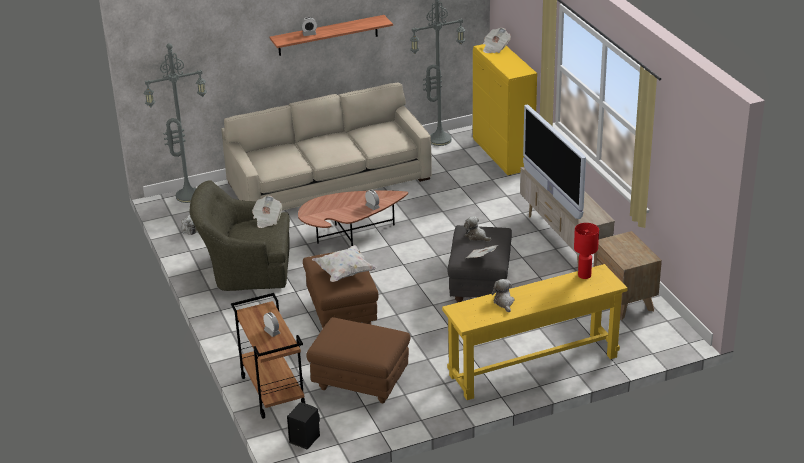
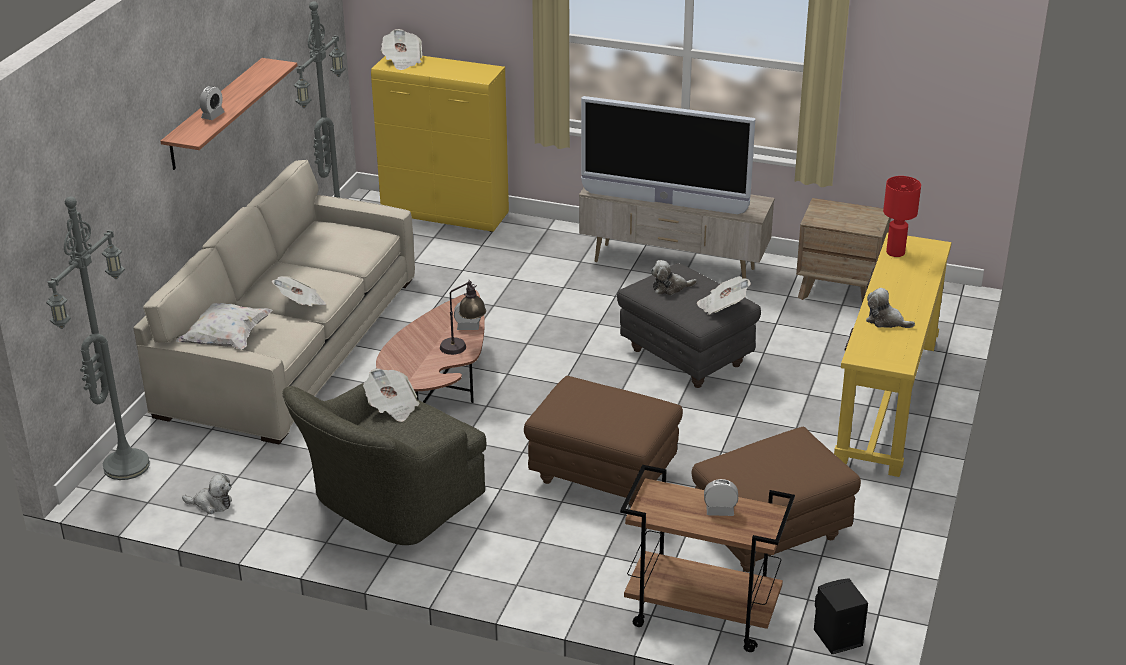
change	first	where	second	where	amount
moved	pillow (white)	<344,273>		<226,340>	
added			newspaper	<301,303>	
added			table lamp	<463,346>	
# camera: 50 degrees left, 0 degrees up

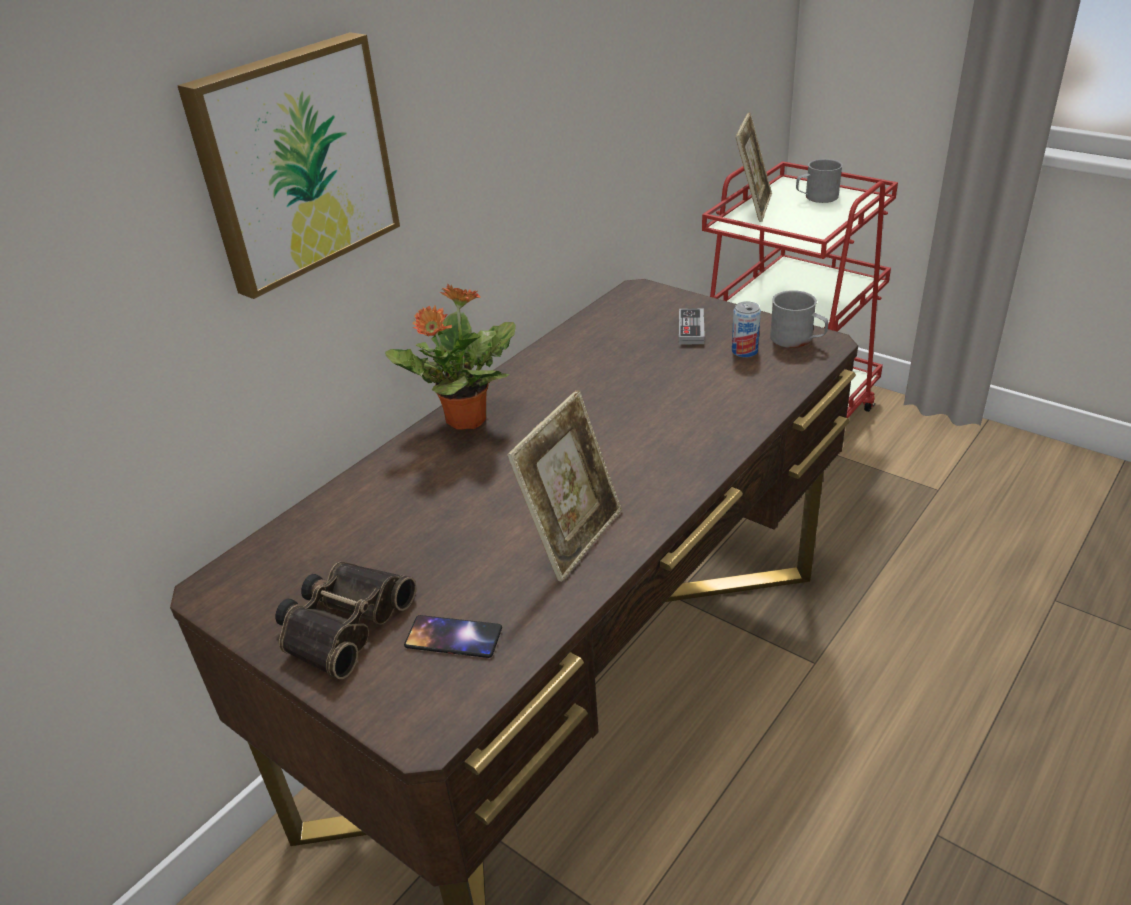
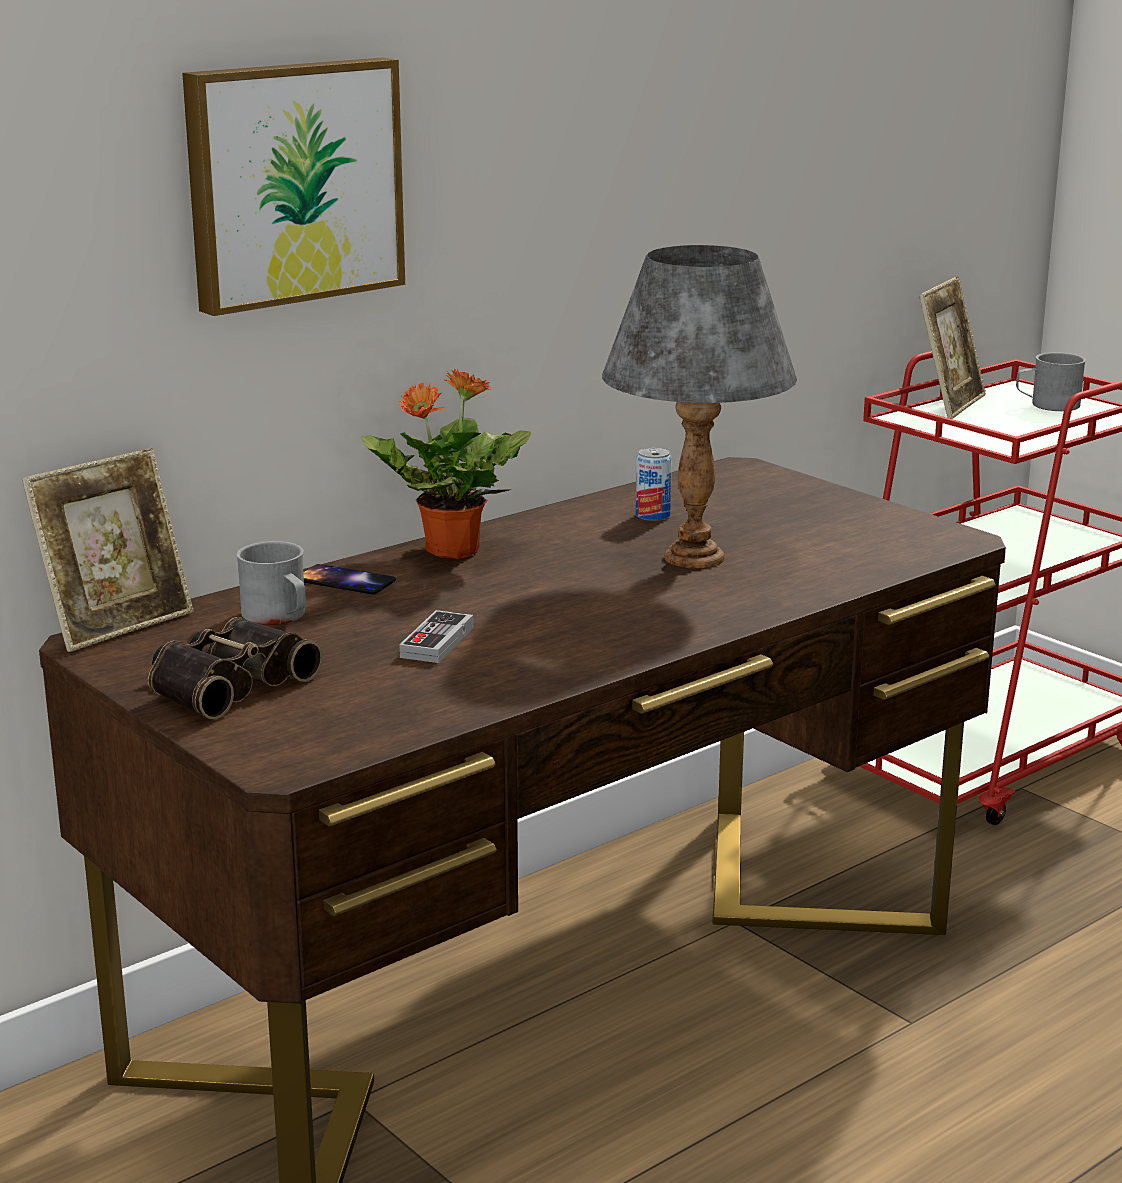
change	first	where	second	where	amount
moved	mug (grey)	<797,340>		<279,617>	
moved	can	<744,351>		<653,515>	
moved	game controller	<691,329>		<437,642>	
moved	picture frame	<572,537>		<117,625>	
moved	phone	<453,637>		<345,581>	
added			table lamp (grey)	<693,557>	
# camera: 10 degrees right, 15 degrees down

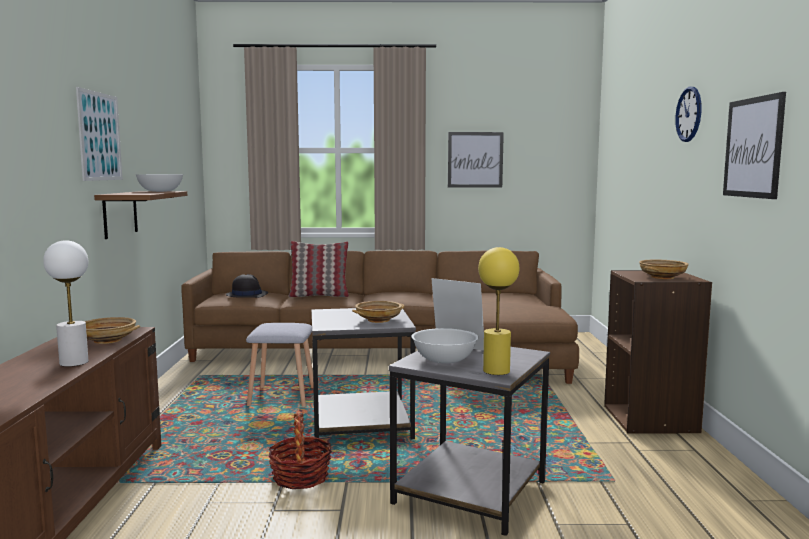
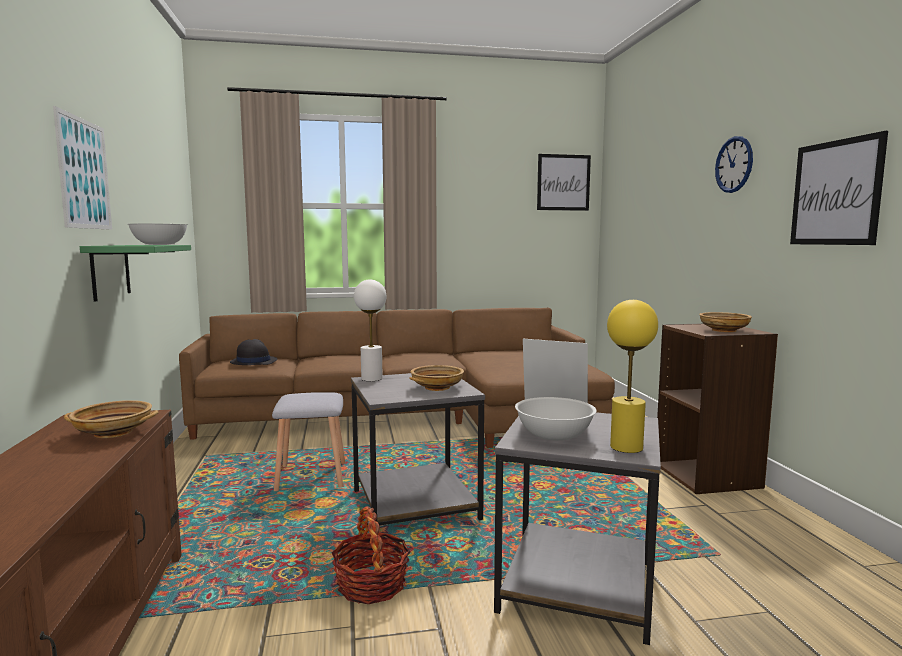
change	first	where	second	where	amount
moved	picture	<475,160>		<563,182>	
recoloured	shelf (brown)	<120,214>	shelf (green)	<110,271>	
moved	table lamp (white)	<73,362>		<371,378>	
removed	pillow	<319,295>			
# camera: 10 degrees left, 0 degrees up

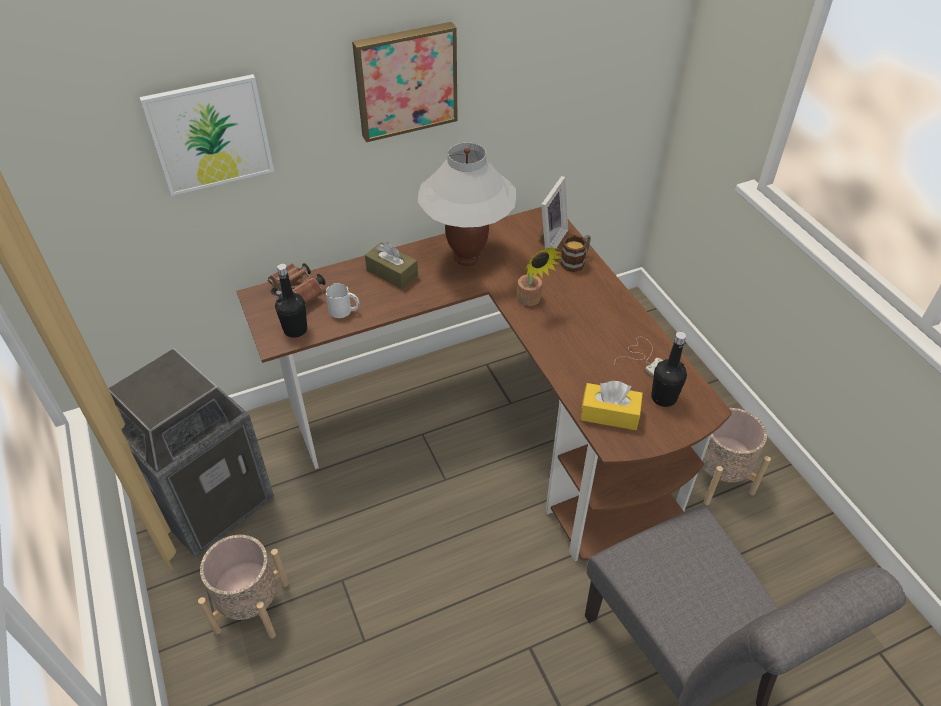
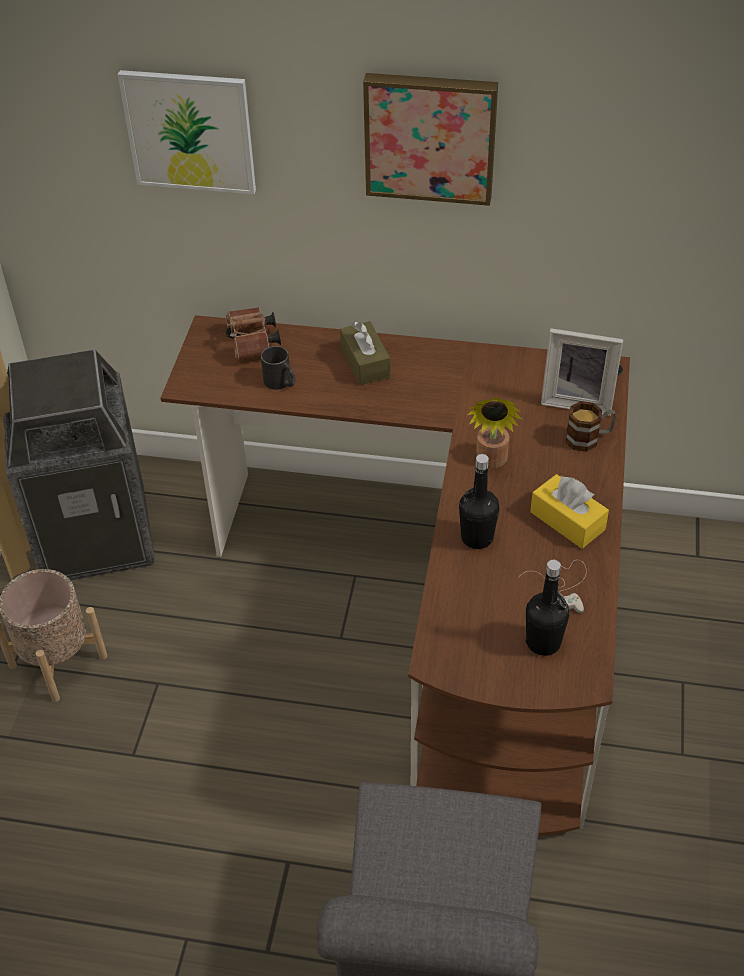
change	first	where	second	where	amount
removed	table lamp (white)	<467,258>			
turned	picture frame	<548,241>		<577,400>	45 degrees clockwise
moved	bottle (black)	<295,330>		<477,537>	
recoloured	mug (white)	<344,311>	mug (black)	<281,383>	
moved	tissue box (yellow)	<609,414>		<567,521>	
removed	planter (beige)	<718,477>			
# camera: 35 degrees right, 0 degrees up

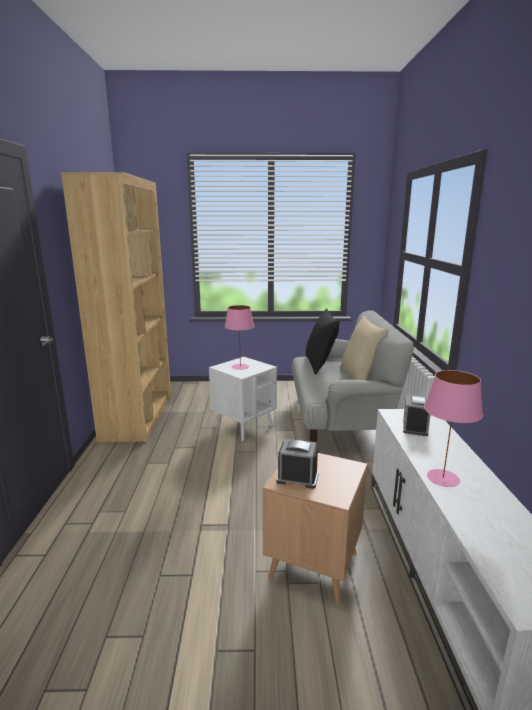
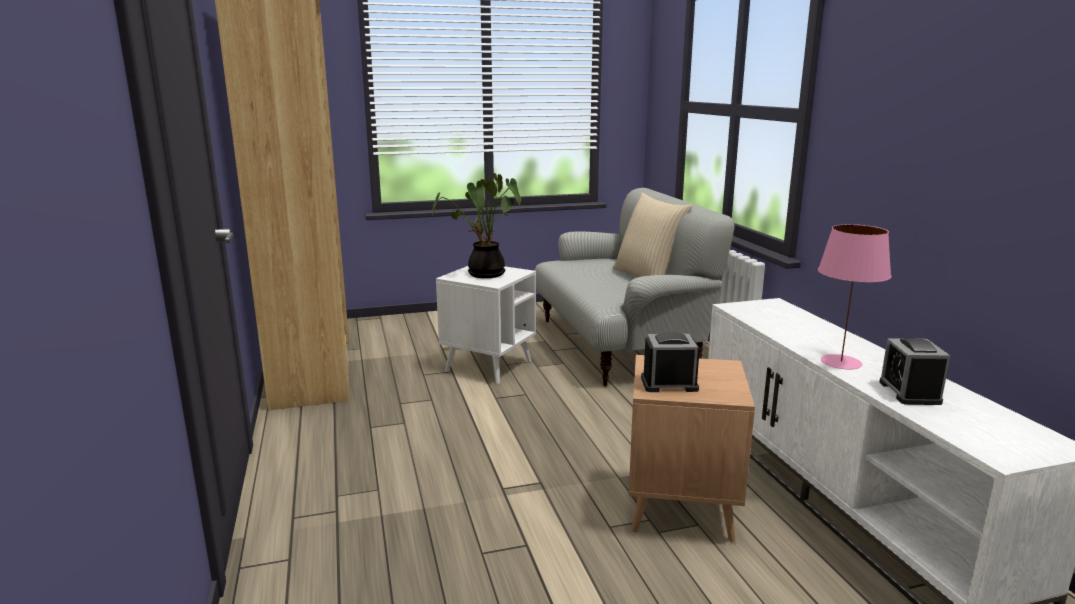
change	first	where	second	where	amount
replaced	table lamp (pink)	<240,367>	potted plant	<483,274>	
removed	pillow (black)	<320,364>			
moved	alarm clock	<415,427>		<909,392>	
# camera: 15 degrees left, 0 degrees up

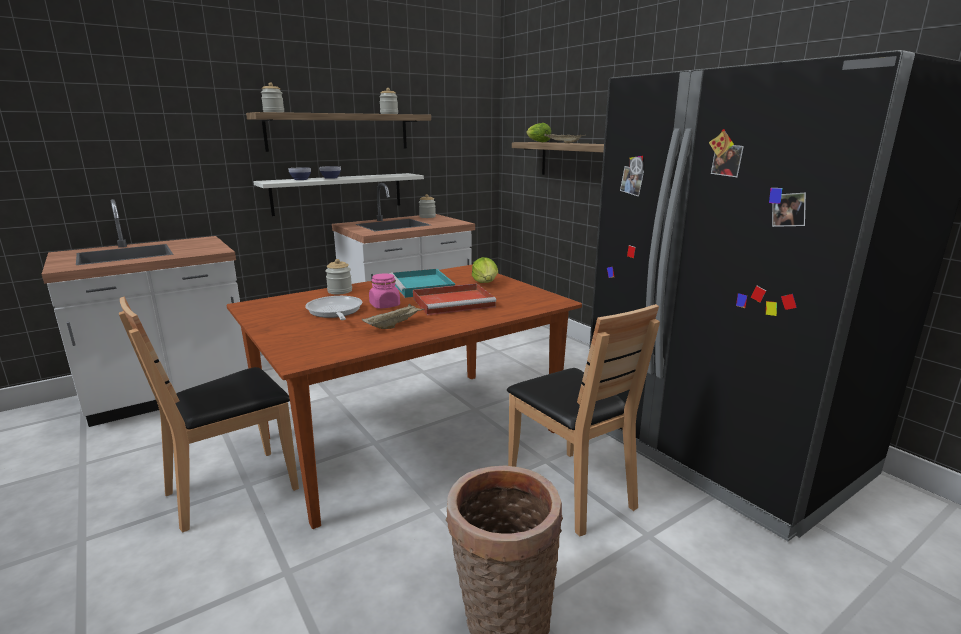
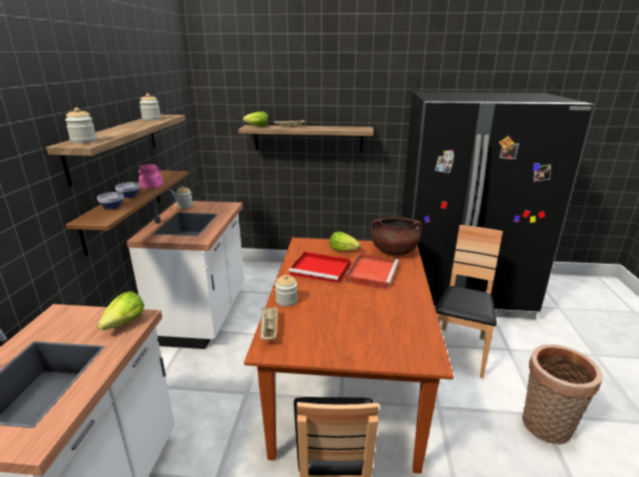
change	first	where	second	where	amount
recoloured	shelf (white)	<338,193>	shelf (brown)	<124,208>	
recoloured	tray (turquoise)	<422,286>	tray (red)	<321,270>	
moved	jar (pink)	<385,305>		<152,186>	
removed	frying pan	<335,312>			
moved	tray (beige)	<394,325>		<269,330>	
turned	chair (brown)	<571,490>		<458,351>	75 degrees counterclockwise
added			cooking pot (brown)	<394,251>	
added			lettuce	<125,323>	
# camera: 50 degrees left, 5 degrees up

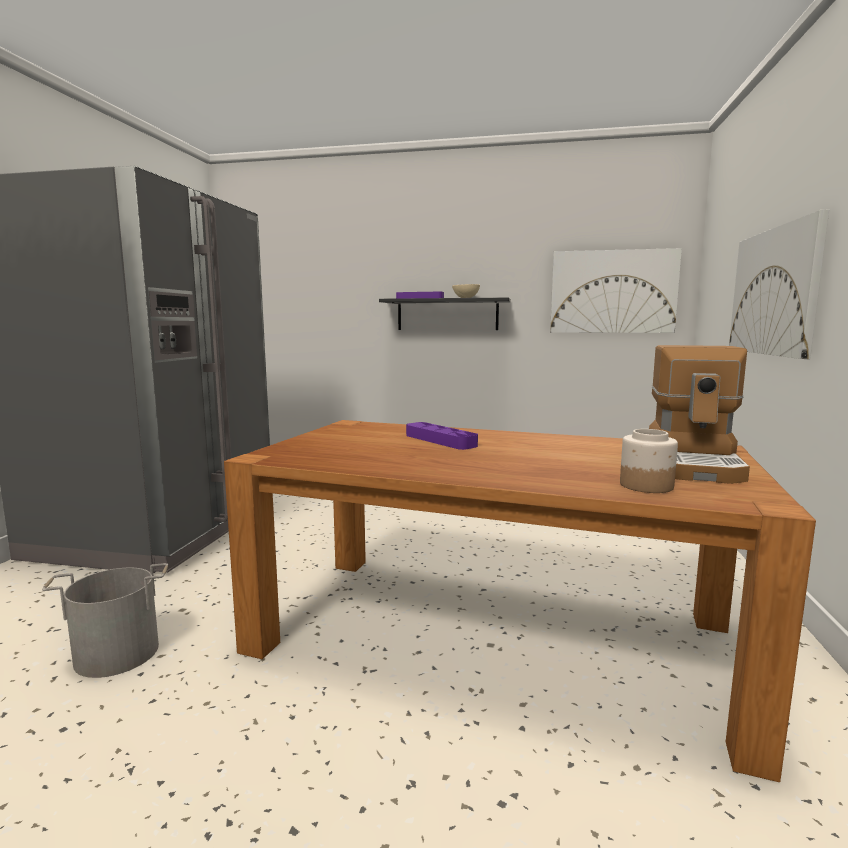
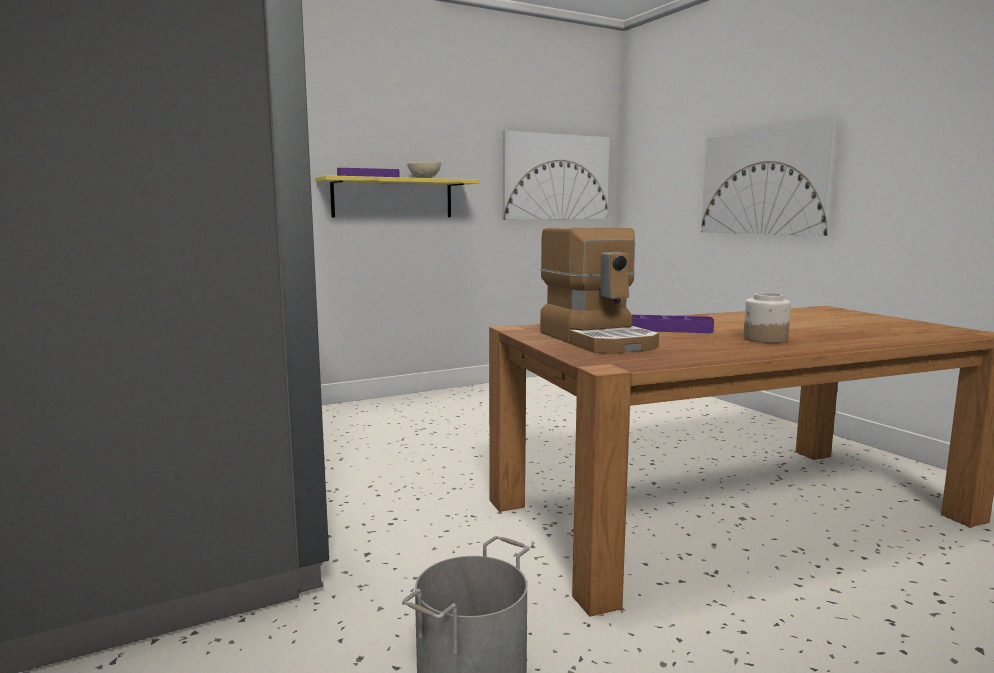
change	first	where	second	where	amount
recoloured	shelf (black)	<447,314>	shelf (yellow)	<393,198>	
moved	coffee machine	<694,463>		<599,340>	
moved	jar	<645,485>		<765,339>	
# camera: 40 degrees left, 0 degrees up

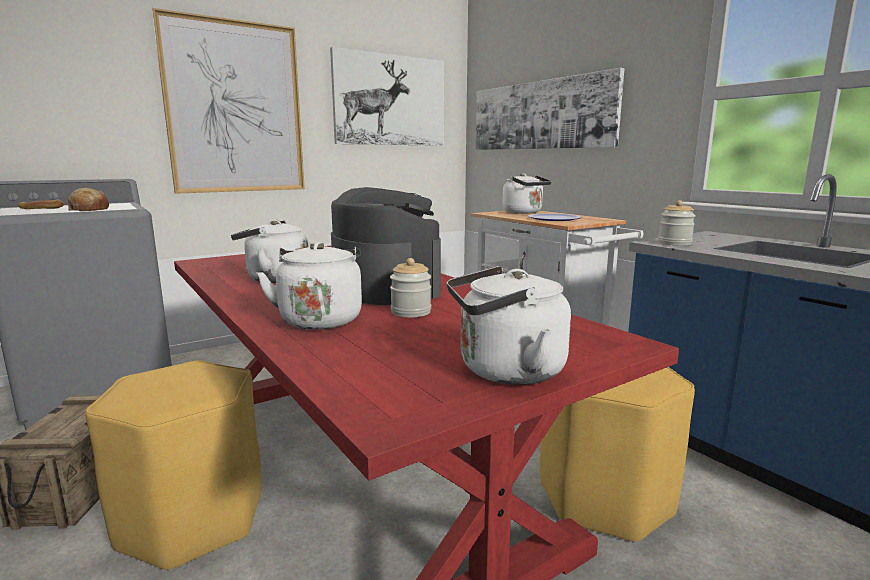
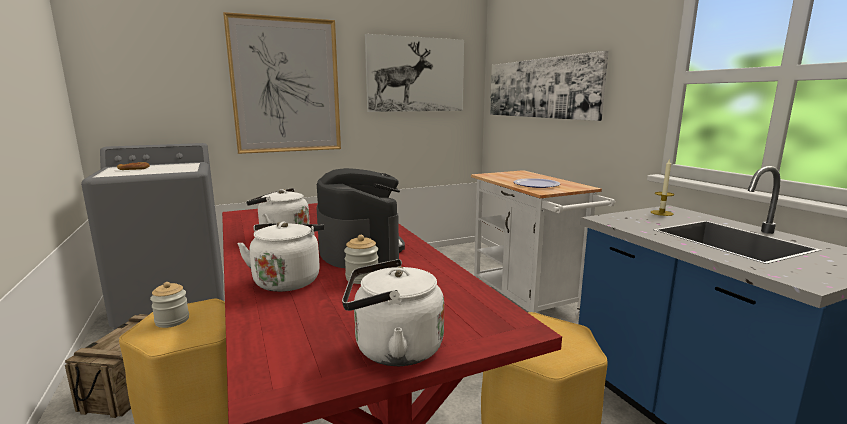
change	first	where	second	where	amount
removed	kettle (white)	<524,212>			
removed	bread	<89,209>			
moved	jar	<674,243>		<172,320>	
added			candle	<661,213>	
# camera: 10 degrees right, 0 degrees up

